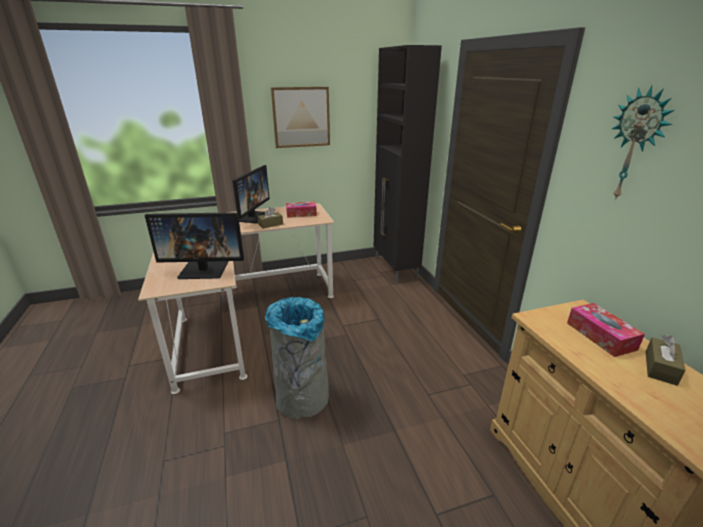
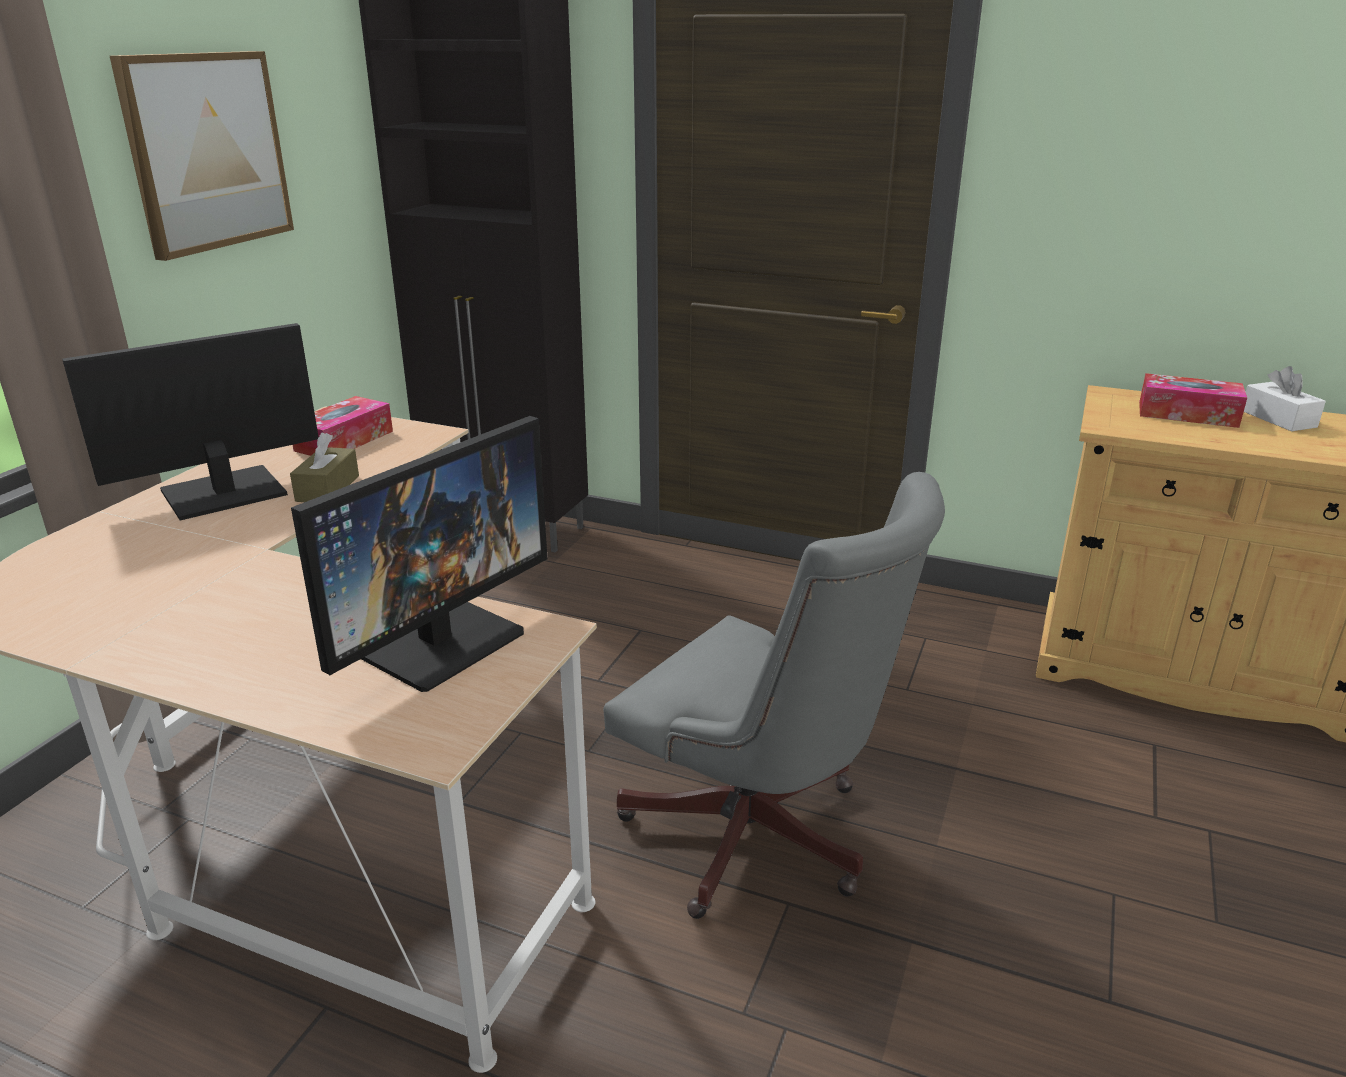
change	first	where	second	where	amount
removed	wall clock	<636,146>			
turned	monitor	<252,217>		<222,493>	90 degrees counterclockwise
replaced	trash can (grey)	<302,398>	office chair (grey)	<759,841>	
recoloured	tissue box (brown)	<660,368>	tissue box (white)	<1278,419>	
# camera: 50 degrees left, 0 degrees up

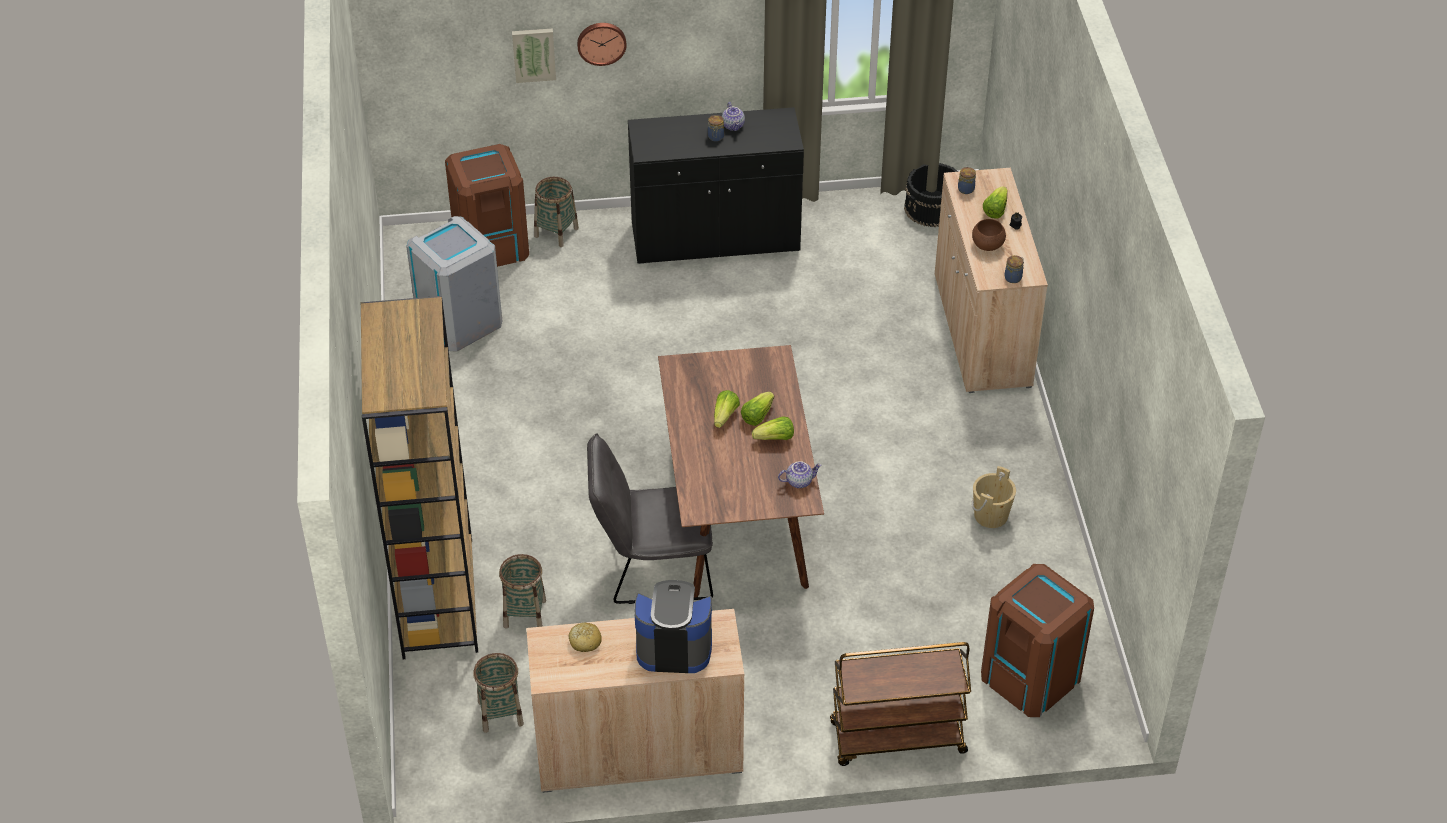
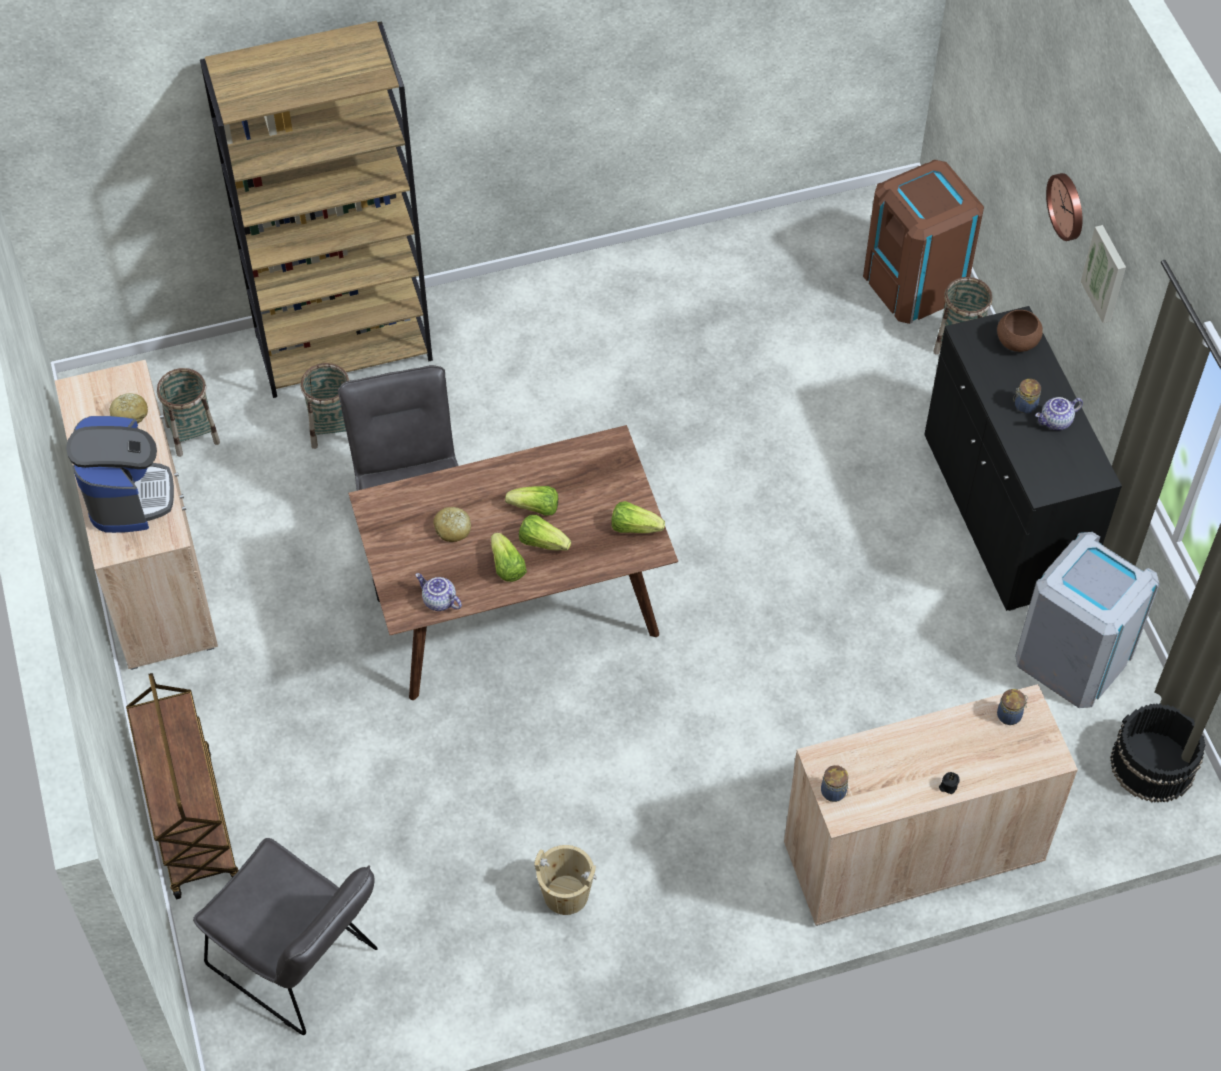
change	first	where	second	where	amount
moved	picture	<534,54>		<1106,273>	
moved	lettuce	<995,210>		<634,527>	
moved	trash can (grey)	<459,321>		<1073,657>	
moved	bowl (brown)	<987,245>		<1016,341>	
turned	teapot	<799,481>		<438,601>	150 degrees clockwise
replaced	trash can (brown)	<1031,677>	chair (grey)	<301,964>	
added			bread	<453,529>	
# camera: 80 degrees right, 10 degrees up

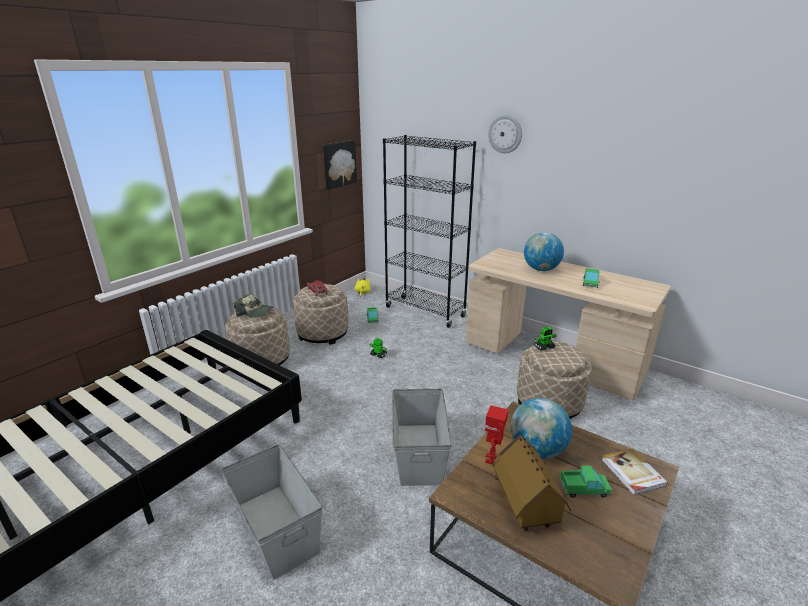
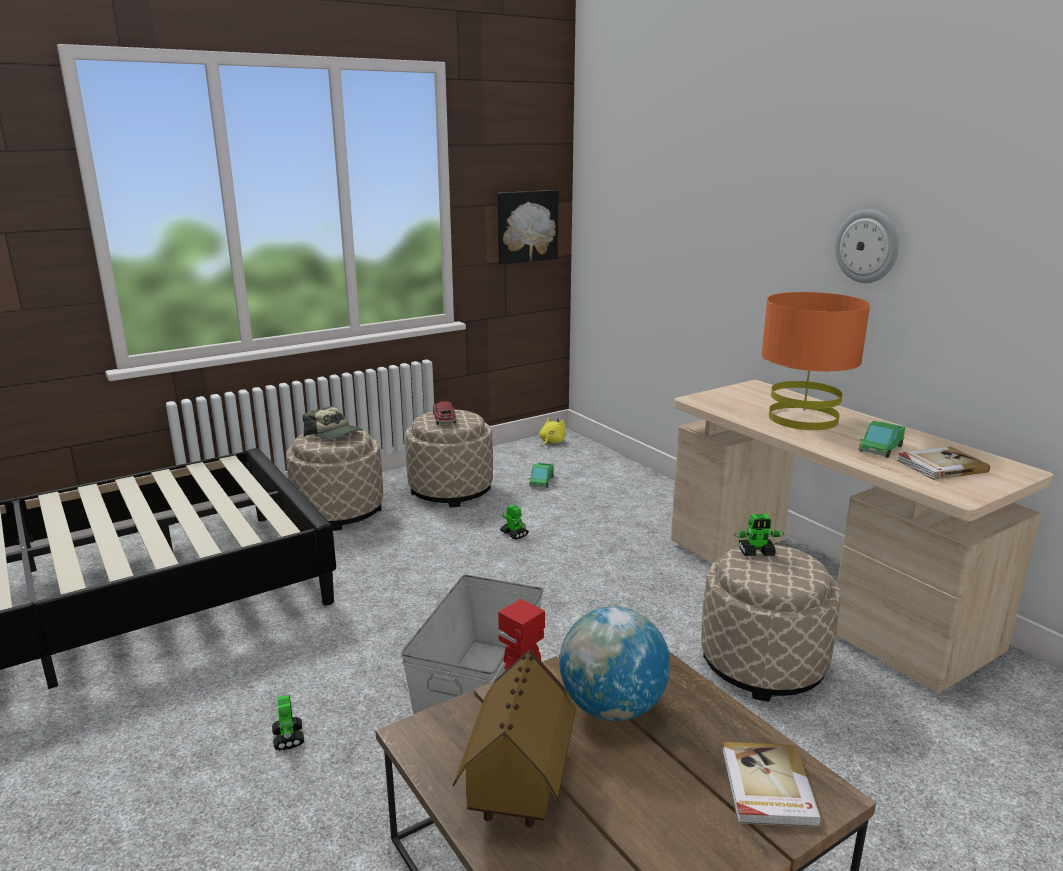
change	first	where	second	where	amount
moved	wall clock	<505,134>		<867,246>	
removed	bookcase (black)	<425,312>			
replaced	globe	<541,269>	table lamp (orange)	<802,418>	
removed	storage box (grey)	<275,529>			
removed	toy truck	<584,489>			
added			book	<940,466>	
added			toy robot	<288,737>	
# camera: 20 degrees right, 5 degrees down

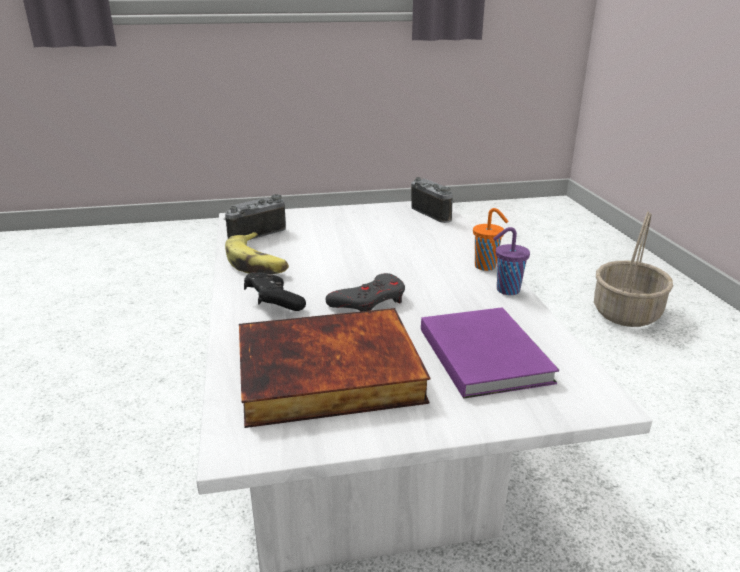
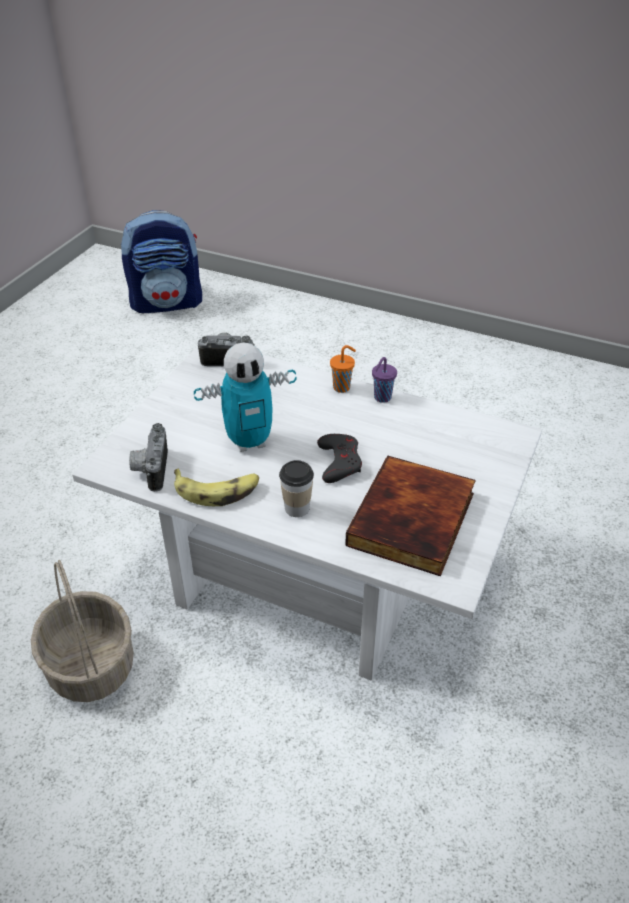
change	first	where	second	where	amount
moved	basket	<625,312>		<90,665>	
replaced	game controller (black)	<273,303>	cup	<297,508>	
removed	book (purple)	<484,353>			
added			backpack	<167,303>	
added			toy robot	<249,442>	
# camera: 55 degrees left, 15 degrees up

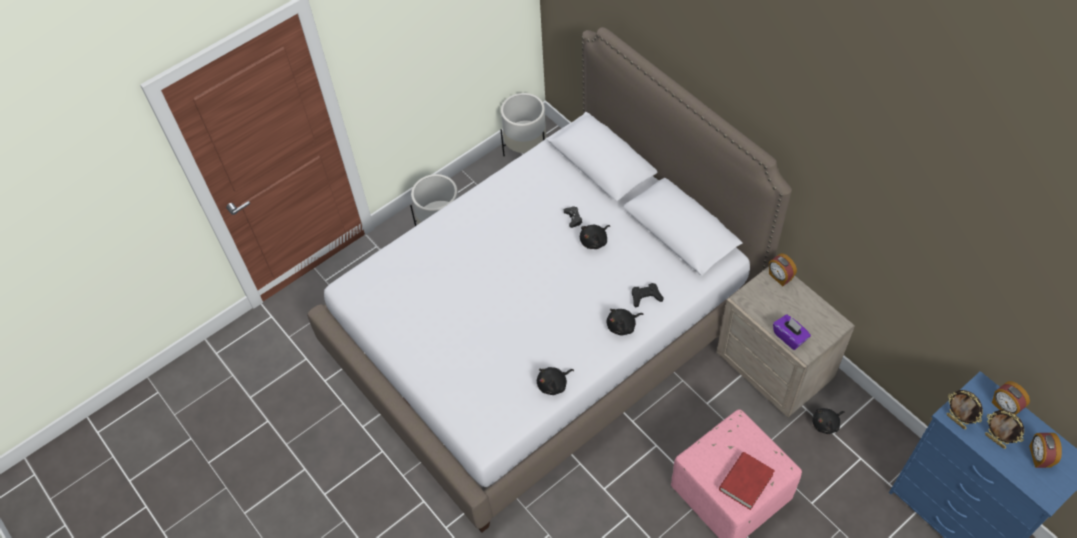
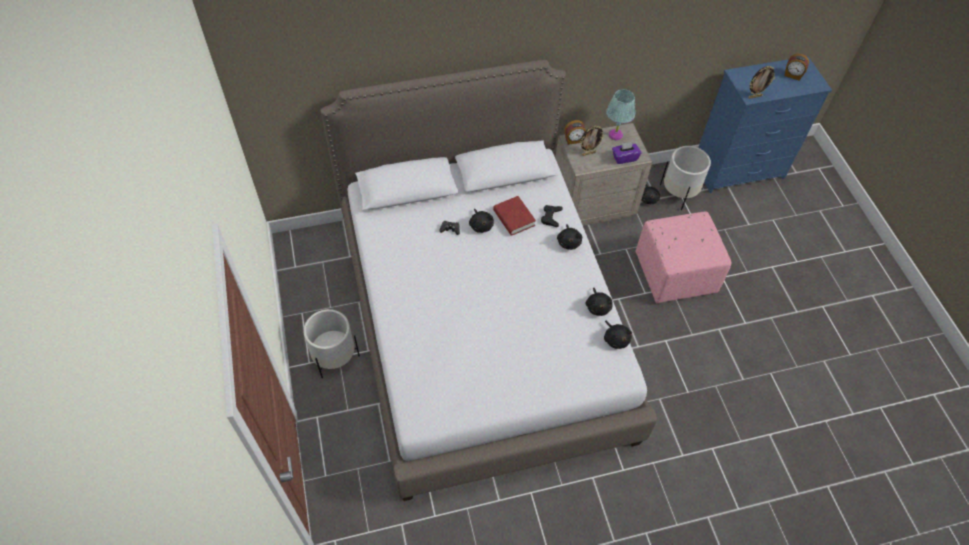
change	first	where	second	where	amount
moved	planter (white)	<525,148>		<679,193>	
removed	alarm clock	<1005,407>			
moved	picture frame	<995,440>		<588,153>	
moved	book (red)	<745,482>		<514,218>	
added			table lamp (turquoise)	<615,134>	
added			plush toy (black)	<615,339>	
# camera: 70 degrees left, 0 degrees up

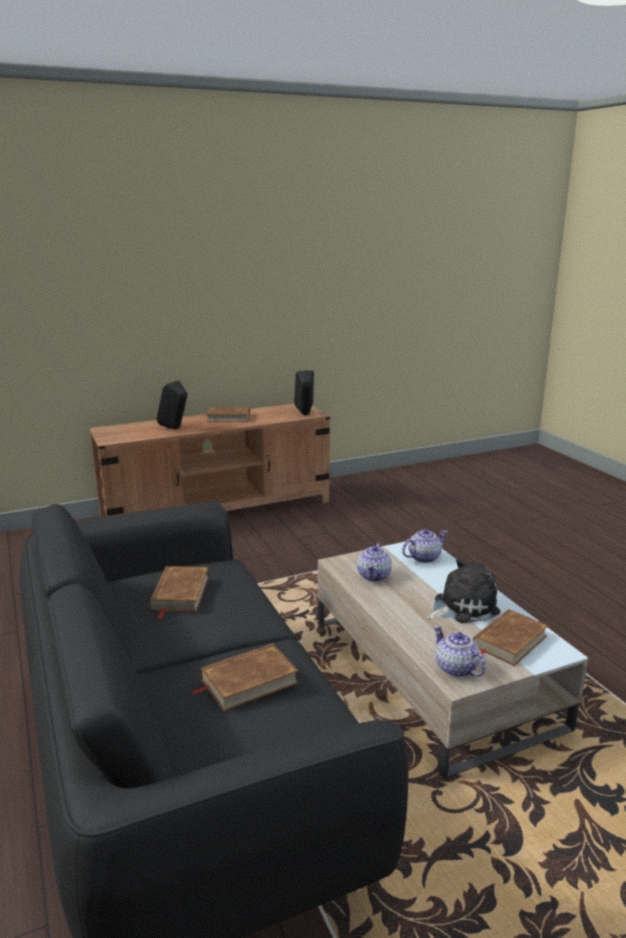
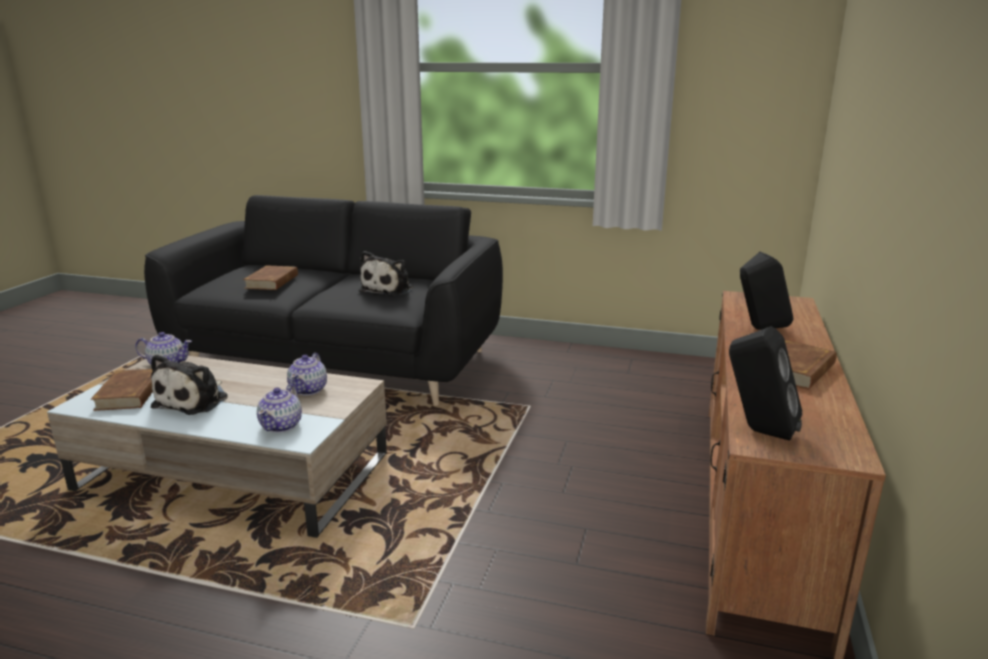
change	first	where	second	where	amount
turned	teapot	<374,576>		<309,389>	135 degrees counterclockwise
replaced	book (brown)	<180,593>	plush toy	<389,289>	
# camera: 130 degrees right, 0 degrees up

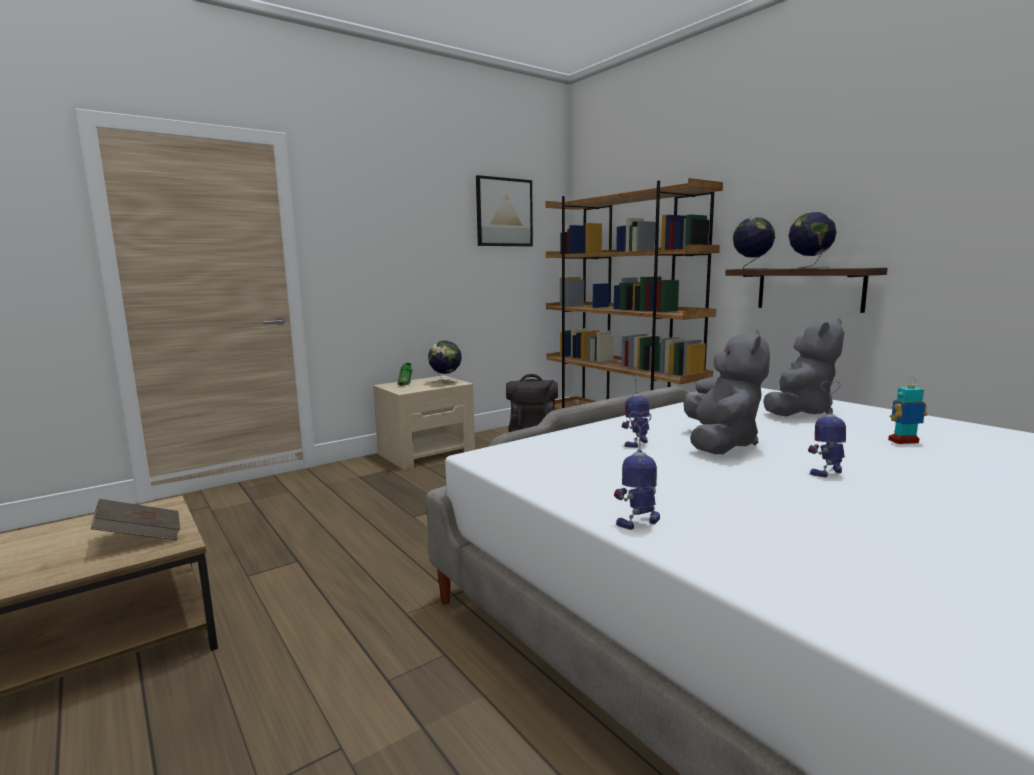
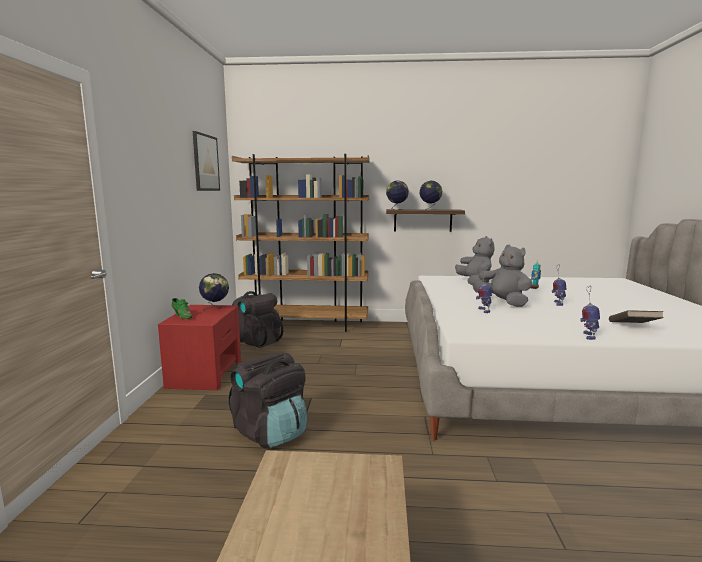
change	first	where	second	where	amount
recoloured	nightstand (beige)	<427,453>	nightstand (red)	<205,373>	
moved	book (brown)	<140,537>		<633,327>	
added			backpack (black)	<270,432>	
# camera: 50 degrees left, 0 degrees up

